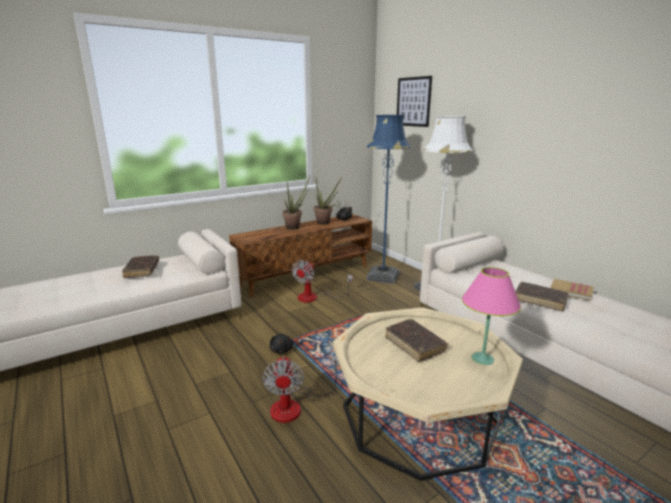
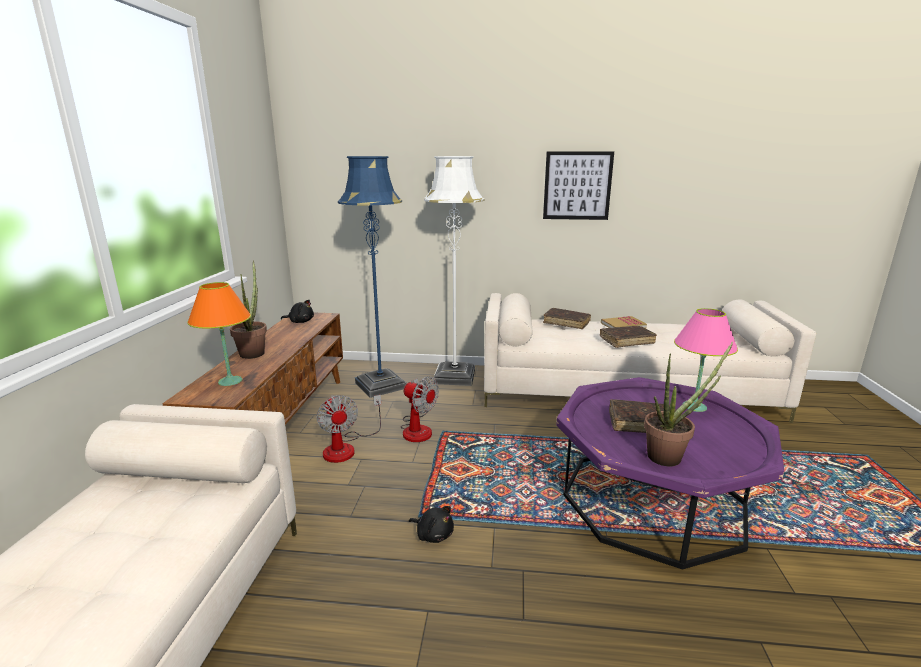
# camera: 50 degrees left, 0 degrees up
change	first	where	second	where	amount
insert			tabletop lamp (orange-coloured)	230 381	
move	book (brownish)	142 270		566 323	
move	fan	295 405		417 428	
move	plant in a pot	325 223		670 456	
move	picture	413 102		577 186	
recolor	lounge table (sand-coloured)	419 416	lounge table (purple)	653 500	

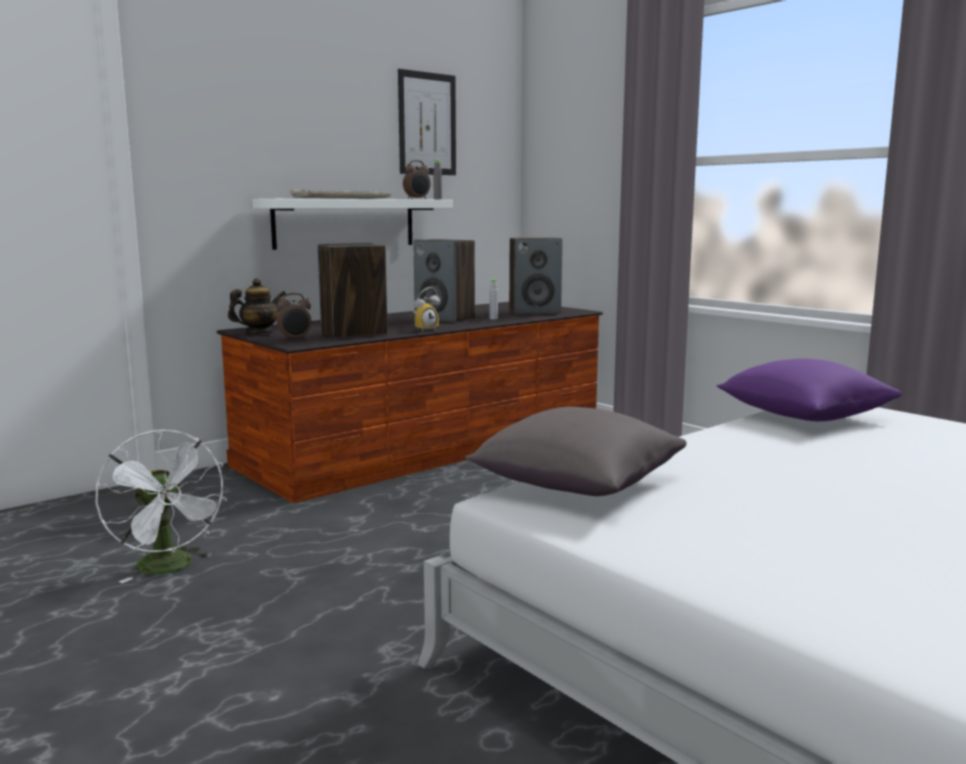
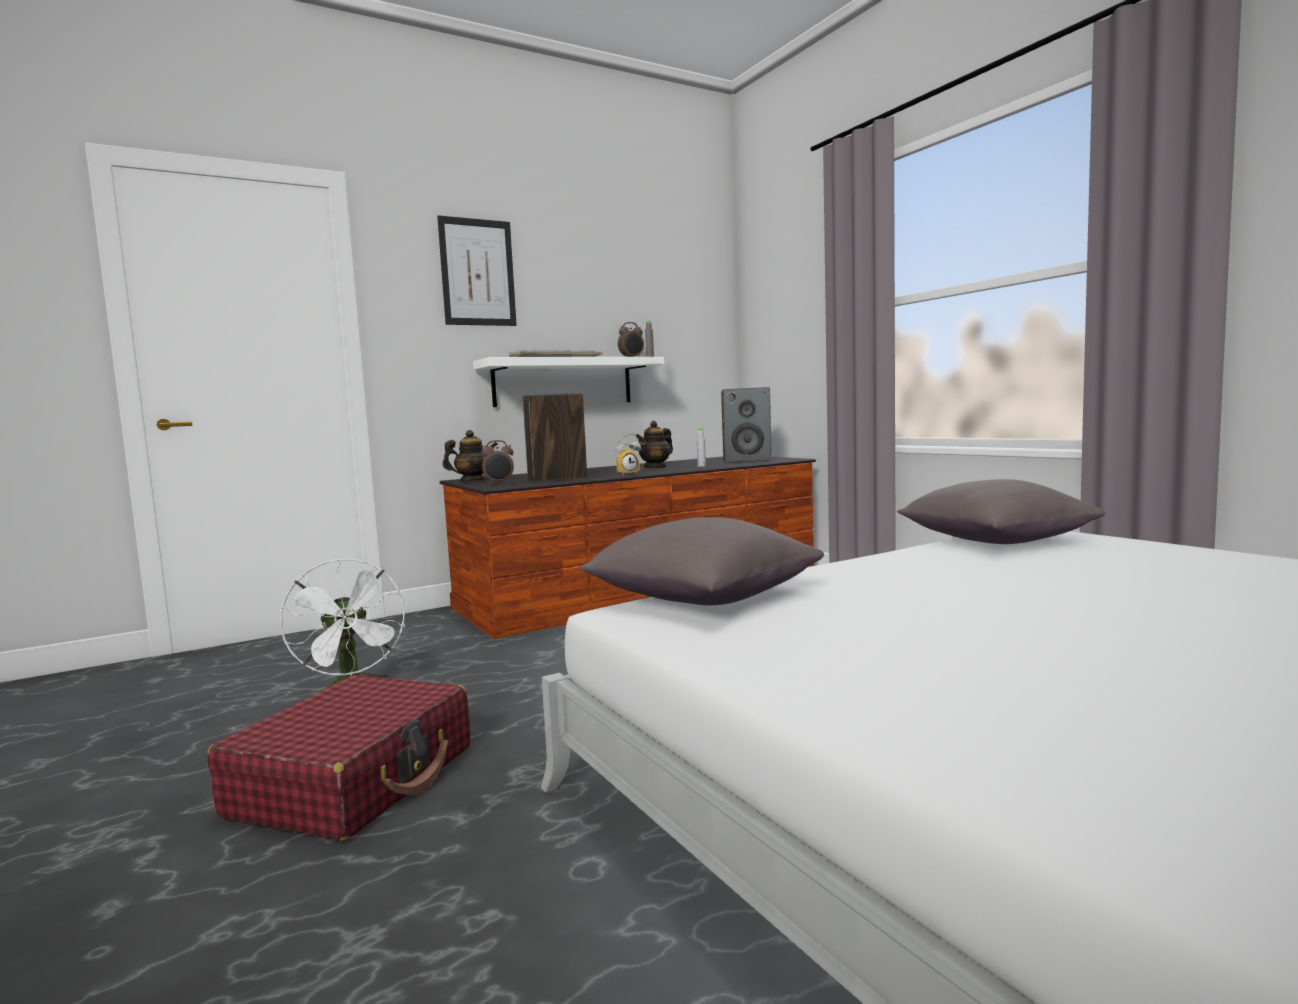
# camera: 10 degrees right, 5 degrees down
change	first	where	second	where	amount
insert			suitcase (red)	356 780	
move	picture	427 124		477 272	
replace	audio speaker	445 318	pot for tea	656 467	
recolor	throw pillow (purple)	804 416	throw pillow (greyish)	994 541	

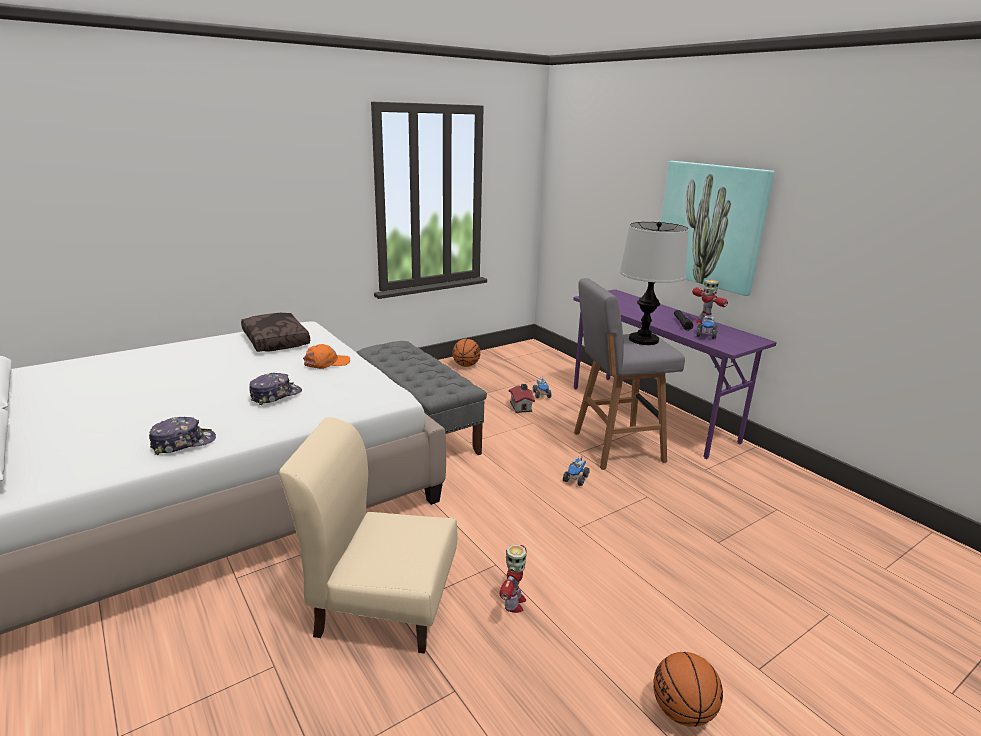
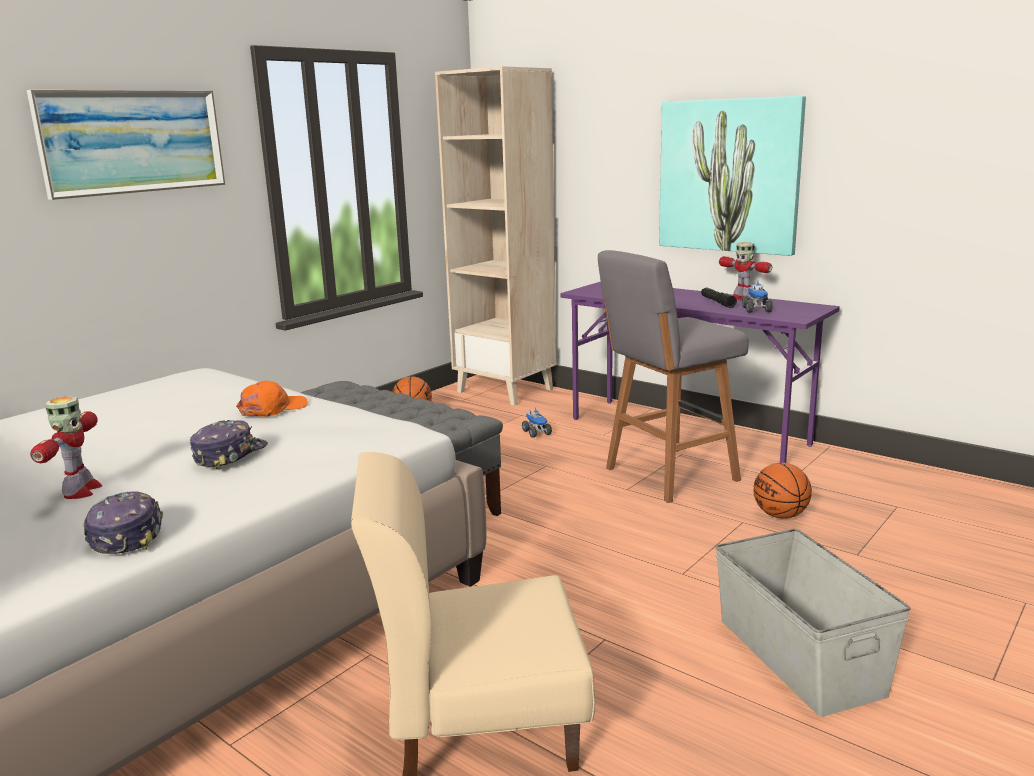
# camera: 15 degrees left, 5 degrees down
change	first	where	second	where	amount
delete	throw pillow (brownish)	277 341			
delete	model house	521 406			
delete	toy truck	576 479			
delete	tabletop lamp	644 340			
insert			picture	133 141	
insert			shelving unit (sand-coloured)	506 390	
insert			storage box (greyish)	799 655	
move	robot figure	514 603		81 491	
move	basketball	682 711		780 515	
rotate	baseball cap	183 443		126 535	60 degrees counterclockwise

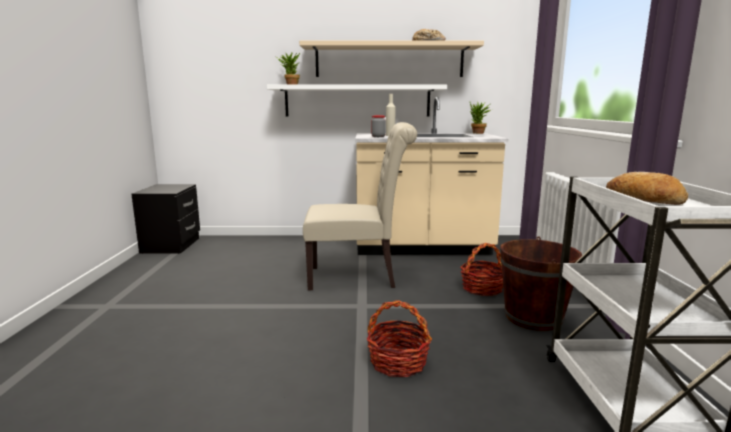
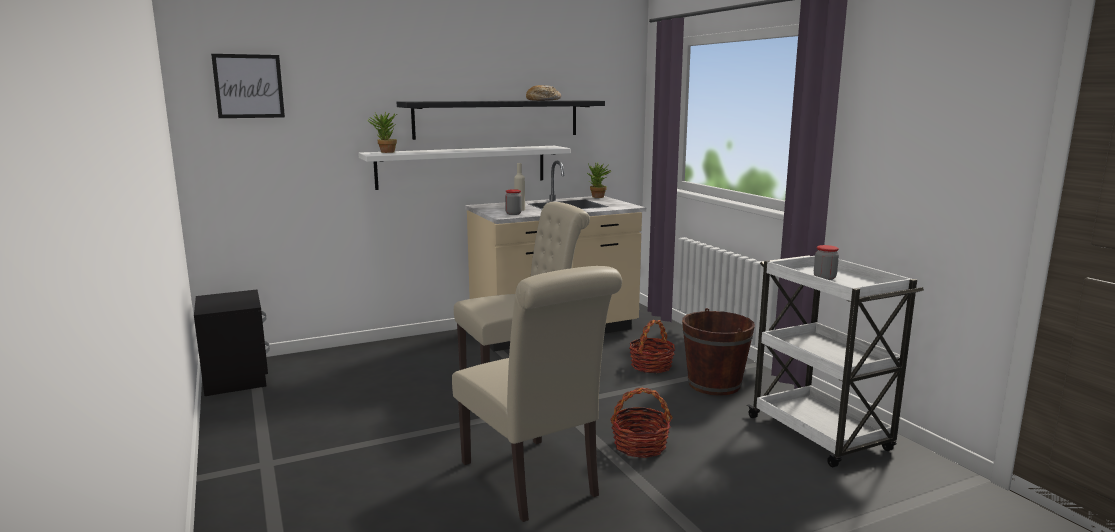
# camera: 25 degrees left, 0 degrees up
change	first	where	second	where	amount
insert			picture	249 86	
insert			plain chair (sand-coloured)	534 482	
replace	bakery bread	644 200	storage jar	824 278	
recolor	bracket shelf (sand-coloured)	389 61	bracket shelf (black)	497 119	

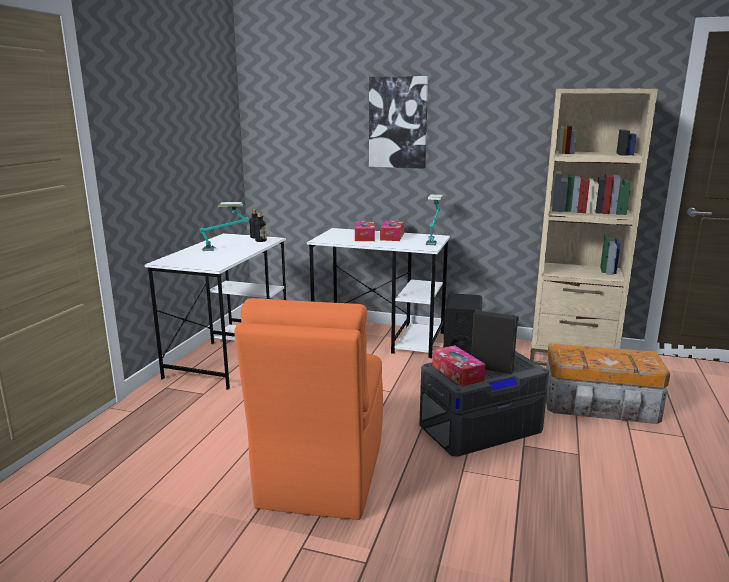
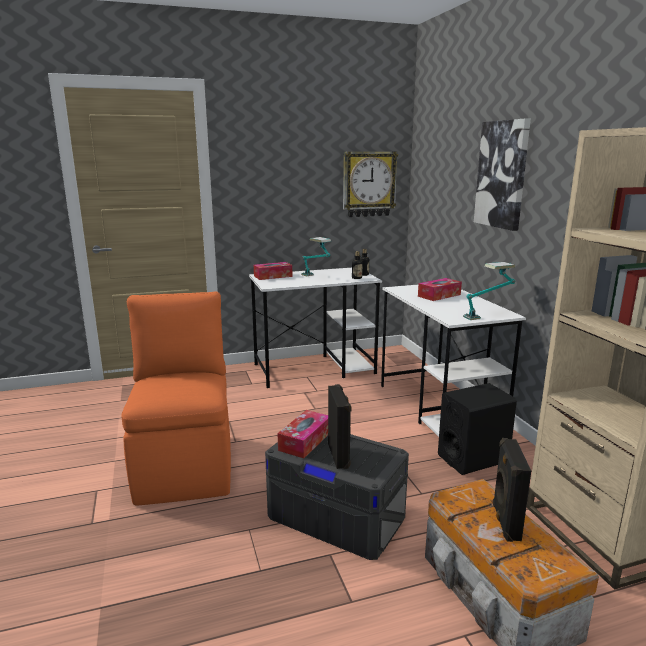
# camera: 55 degrees right, 0 degrees up
change	first	where	second	where	amount
insert			wall clock	368 184	
insert			audio speaker (black)	505 522	
move	tissue holder	392 236		273 276	
rotate	plain chair (orange-coloured)	320 475		186 465	105 degrees clockwise

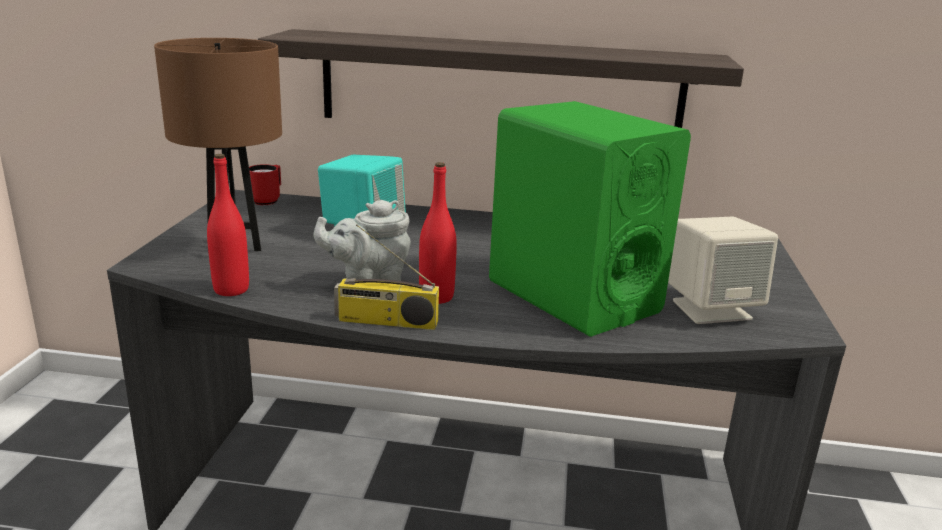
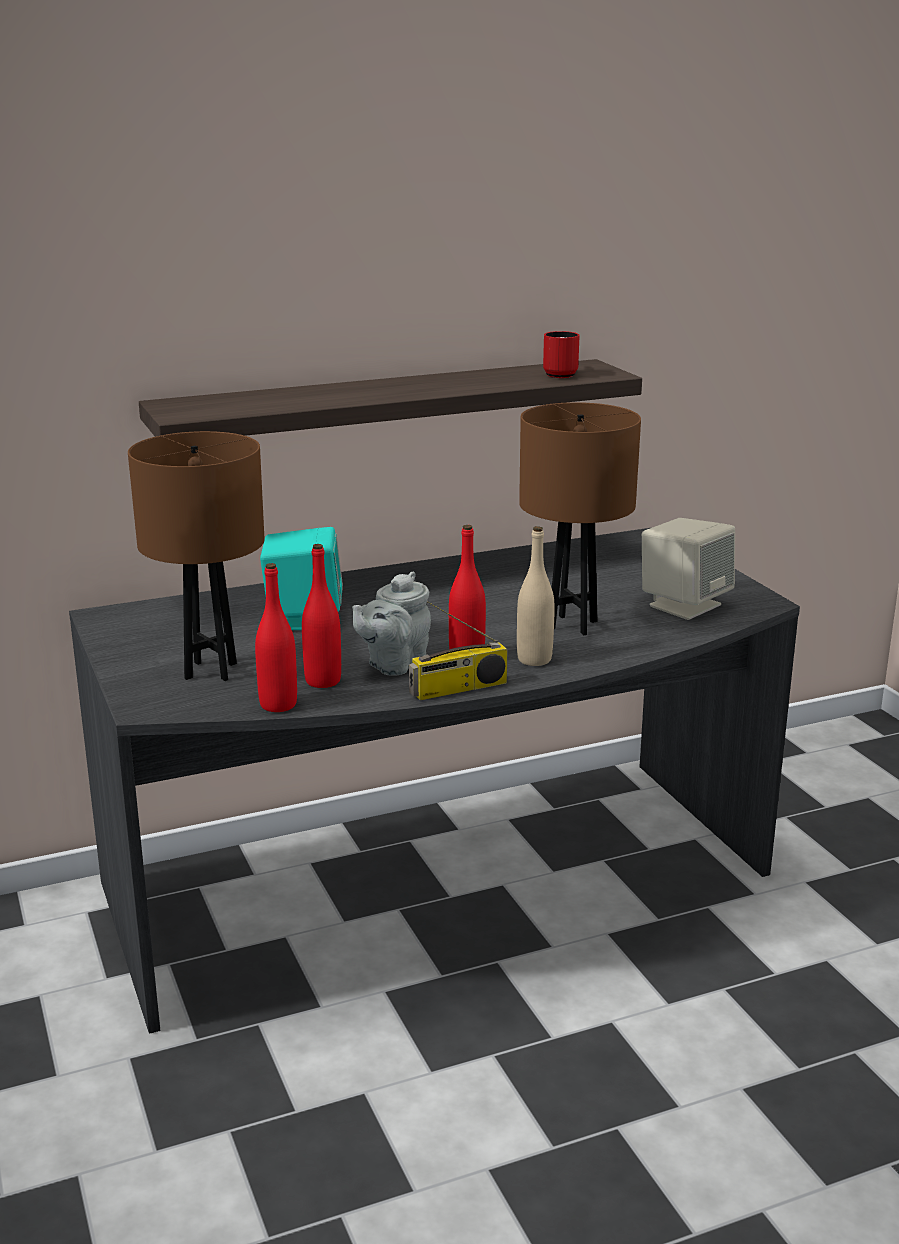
# camera: 30 degrees left, 0 degrees up
change	first	where	second	where	amount
insert			beverage bottle (red)	323 681	
insert			beverage bottle (sand-coloured)	534 659	
move	tea mug (red)	268 200		558 373	
replace	audio speaker (greenish)	572 296	tabletop lamp (brownish)	572 625	

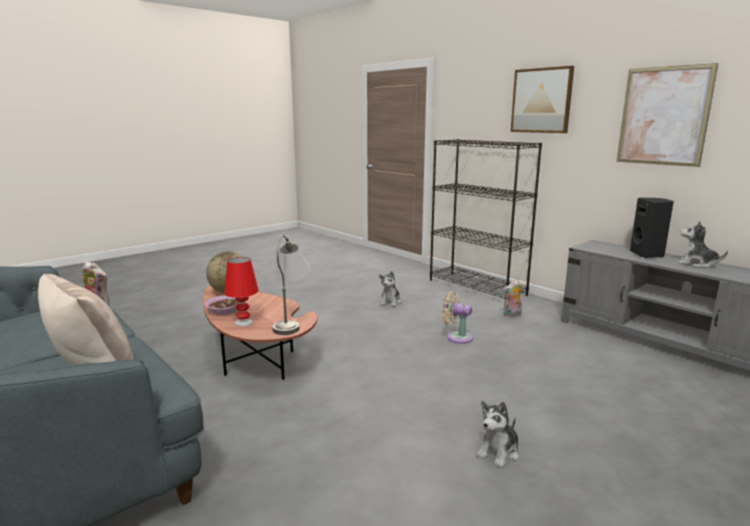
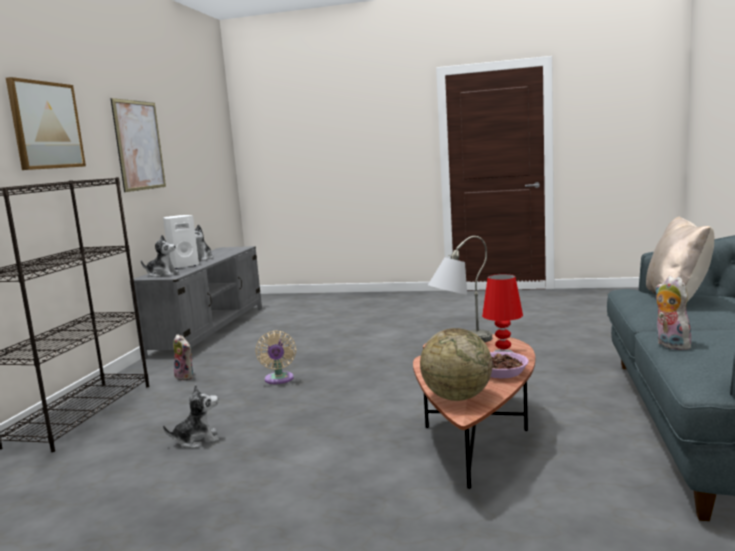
# camera: 125 degrees left, 5 degrees down
change	first	where	second	where	amount
move	soft toy	499 452		162 274	
recolor	audio speaker (black)	648 255	audio speaker (white-coloured)	183 266	

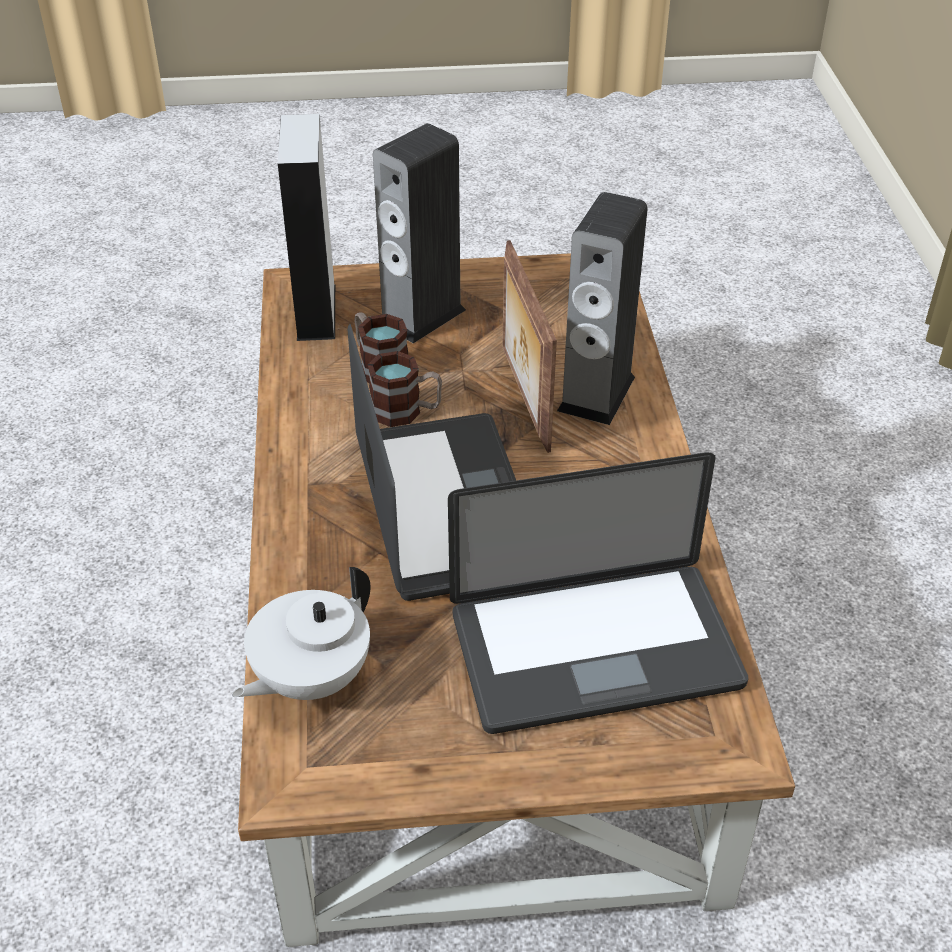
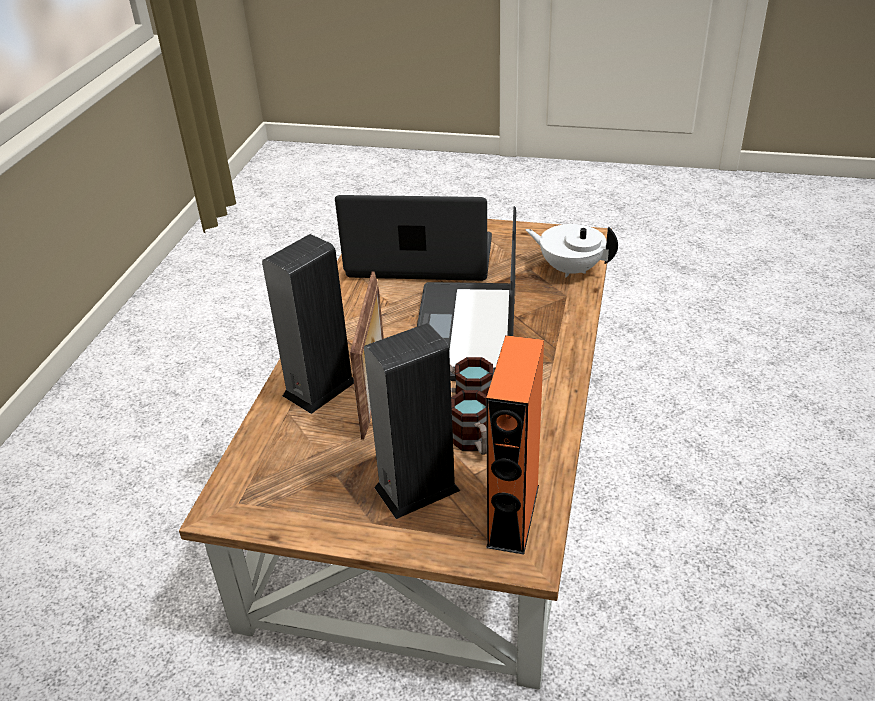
# camera: 160 degrees left, 5 degrees down
change	first	where	second	where	amount
recolor	audio speaker (greyish)	316 311	audio speaker (orange-coloured)	513 515	
rotate	pot for tea (white-coloured)	310 678		570 269	120 degrees counterclockwise

